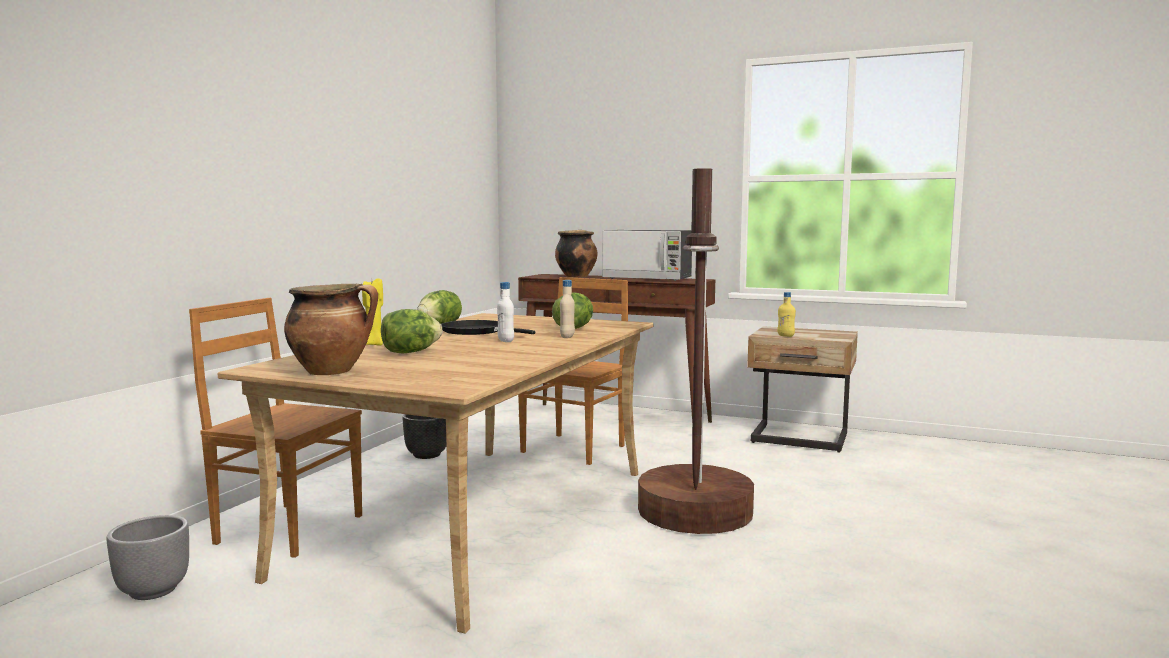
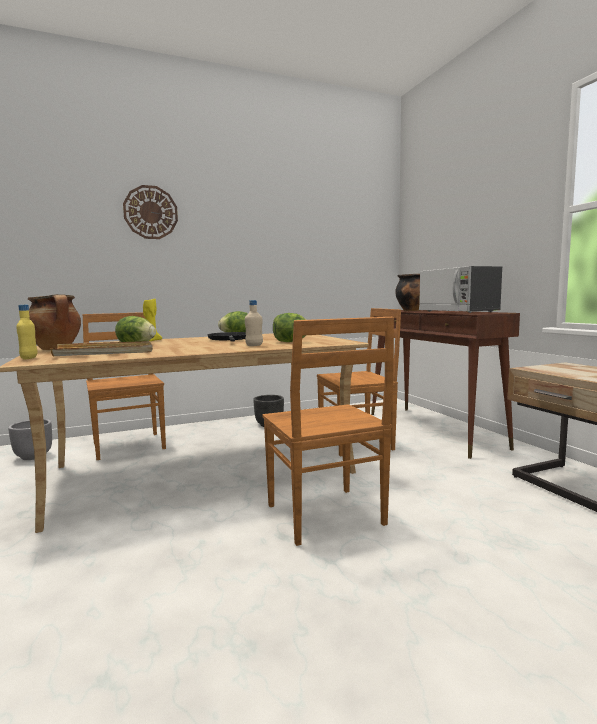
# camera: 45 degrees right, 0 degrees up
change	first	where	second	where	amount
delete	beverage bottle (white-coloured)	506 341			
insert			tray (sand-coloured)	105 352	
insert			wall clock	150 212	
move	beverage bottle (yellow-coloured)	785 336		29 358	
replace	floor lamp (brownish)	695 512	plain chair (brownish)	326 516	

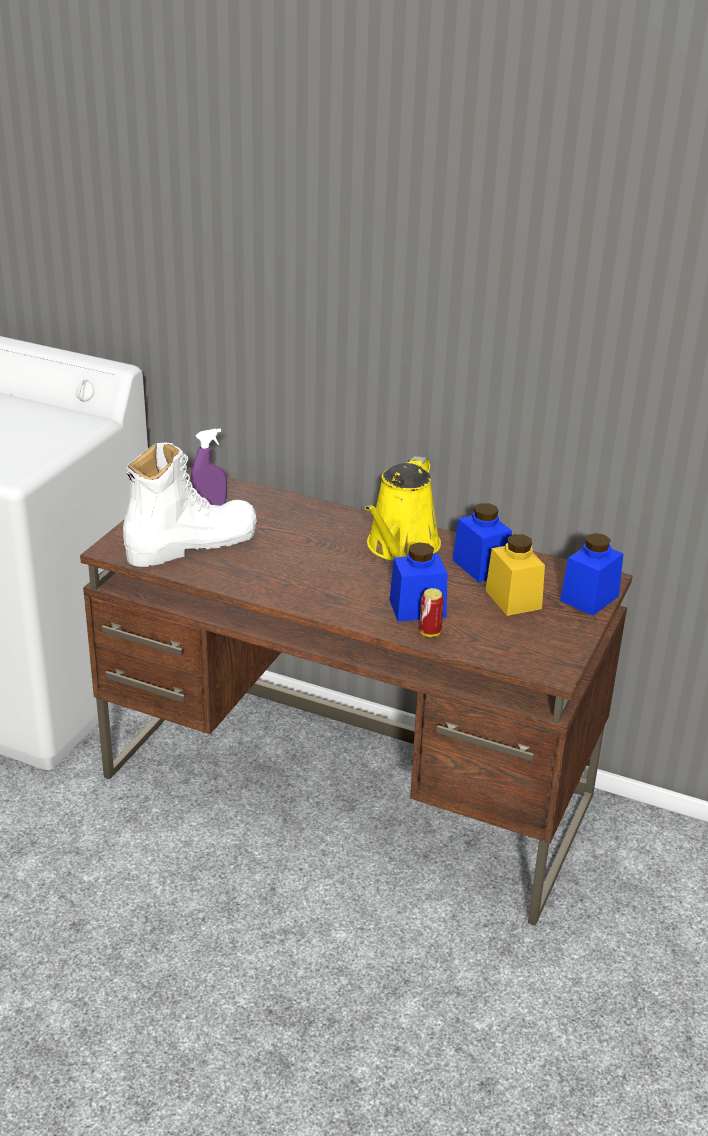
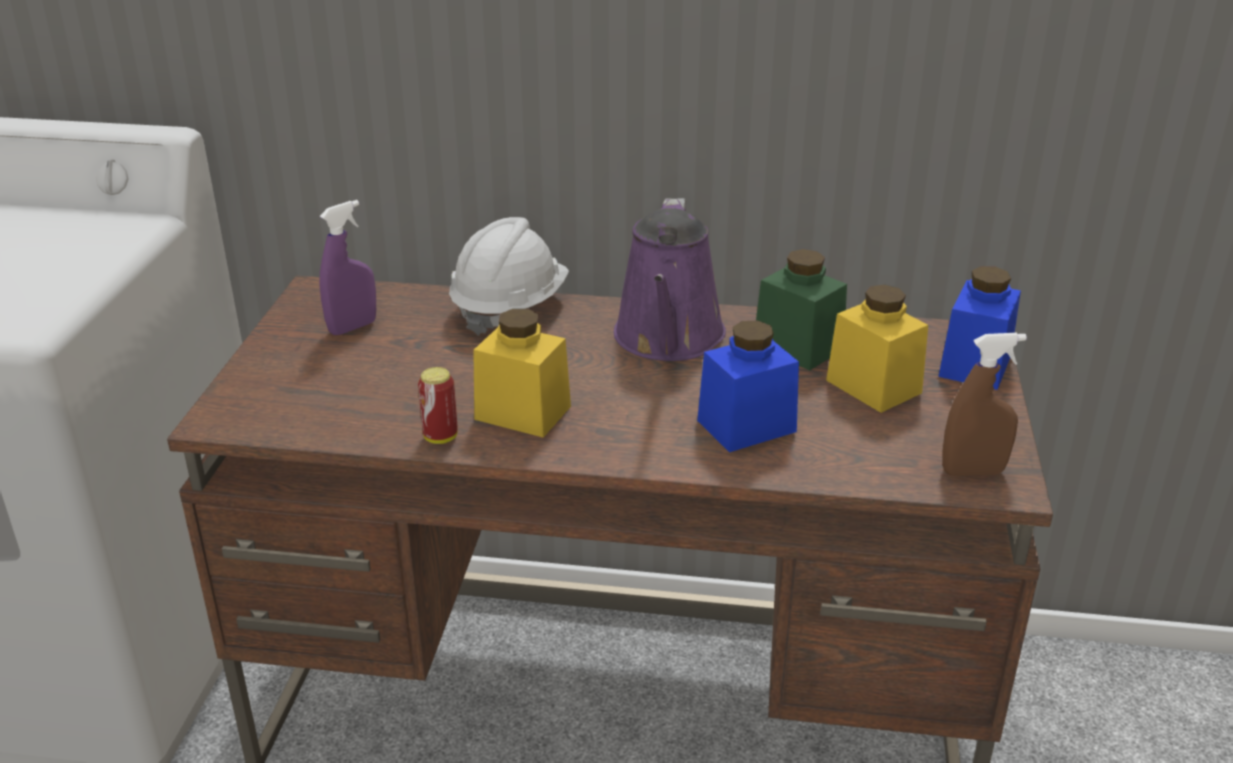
# camera: 15 degrees left, 0 degrees up
change	first	where	second	where	amount
delete	tall boot (white-coloured)	191 544			
insert			safety helmet (white-coloured)	509 308	
insert			storage jar (yellow-coloured)	523 413	
insert			sprayer (brownish)	973 472	
move	metal can	430 633		440 437	
recolor	sprinkling can (yellow-coloured)	400 547	sprinkling can (purple)	668 339	
recolor	storage jar (blue)	480 566	storage jar (greenish)	798 347	

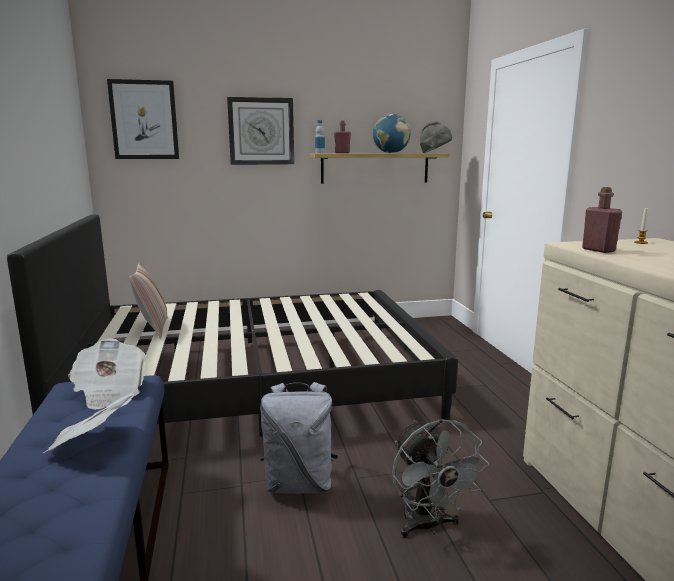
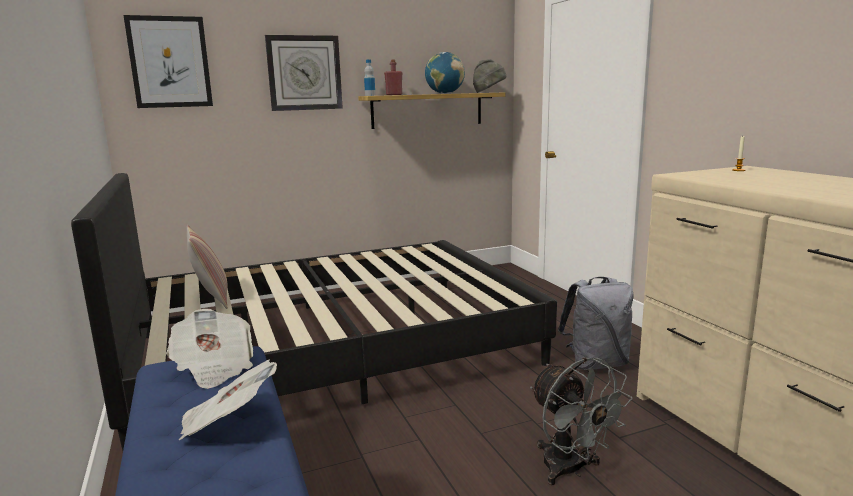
# camera: 10 degrees left, 0 degrees up
change	first	where	second	where	amount
delete	beverage bottle (red)	598 250			
move	backpack (greyish)	299 483		596 363	

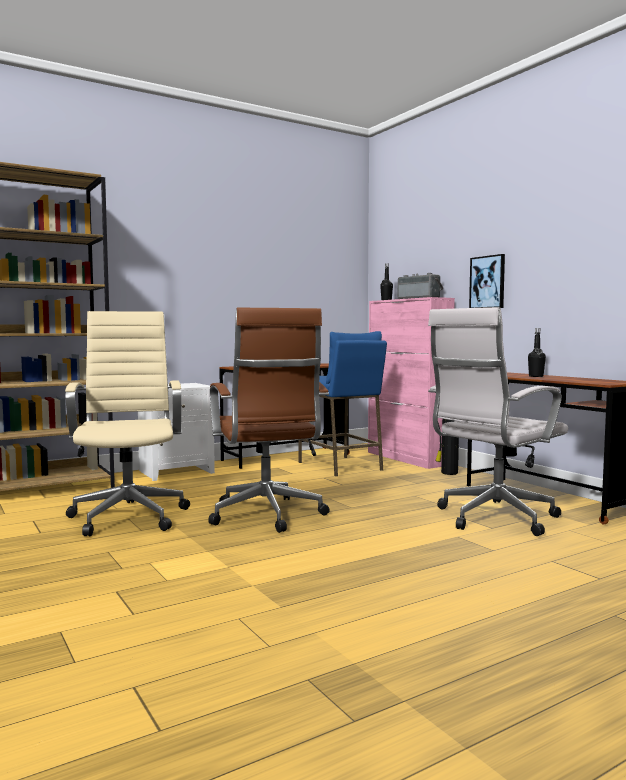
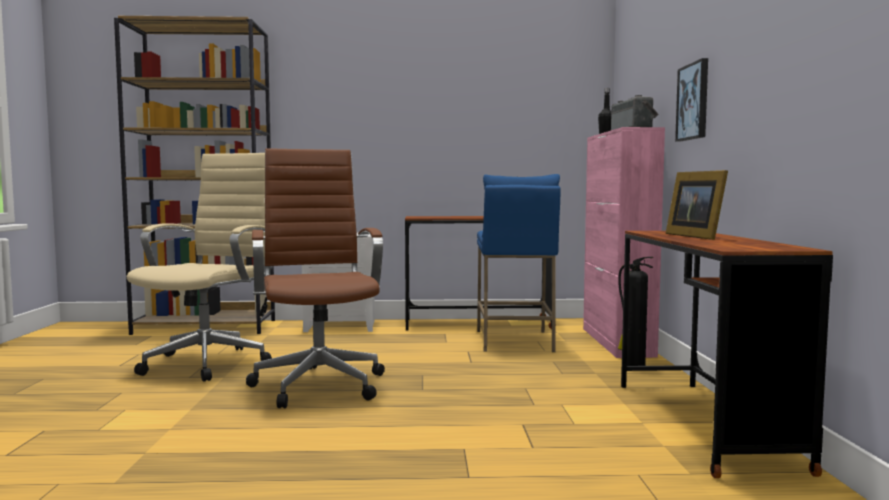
# camera: 30 degrees right, 0 degrees up
change	first	where	second	where	amount
delete	computer chair (white-coloured)	492 519			
replace	beverage bottle (black)	536 376	standing frame	696 236	
rotate	computer chair (brownish)	267 516		319 384	150 degrees clockwise

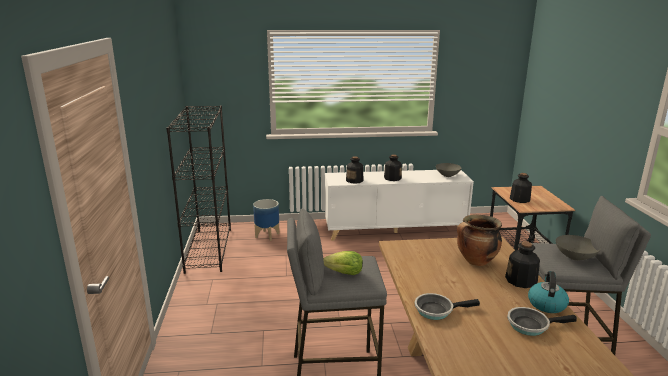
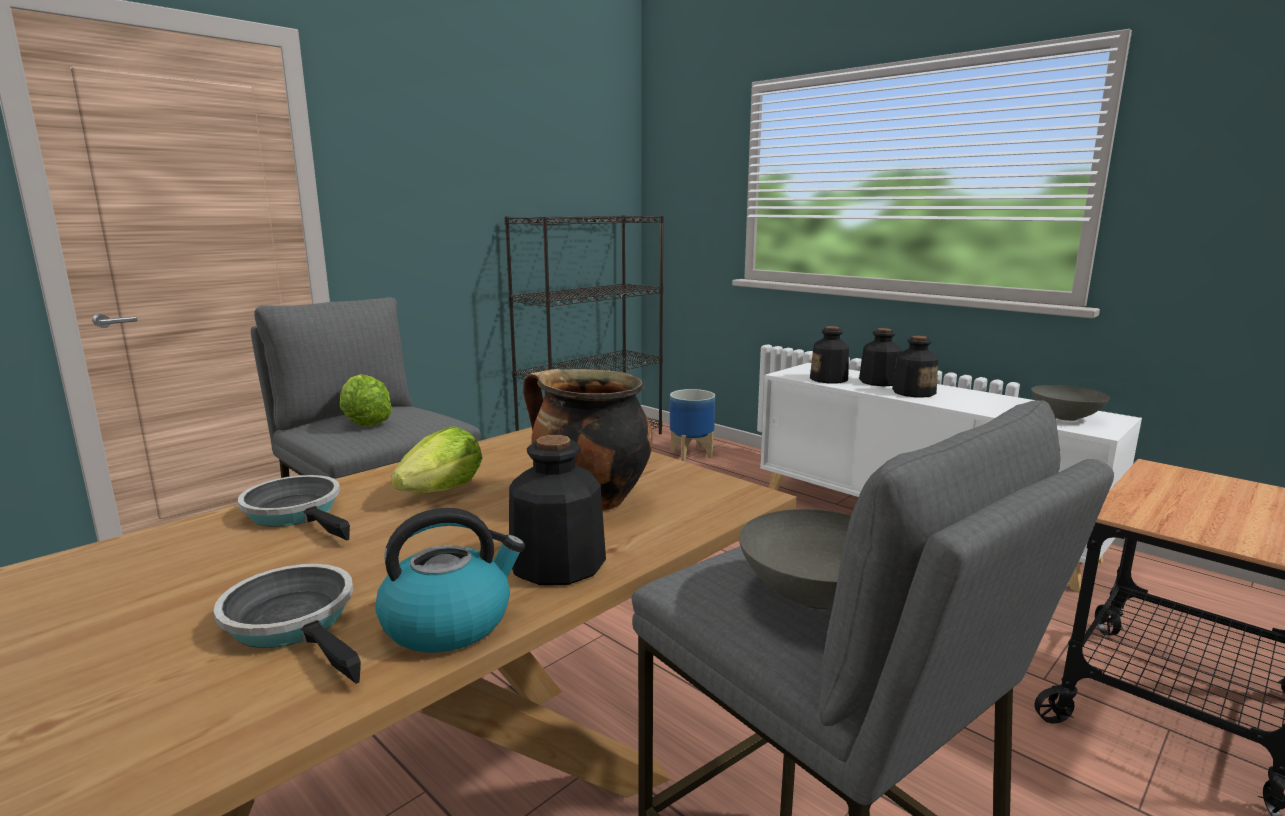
# camera: 50 degrees right, 5 degrees down
change	first	where	second	where	amount
insert			head of lettuce	442 491	
move	beverage bottle	519 199		878 382	

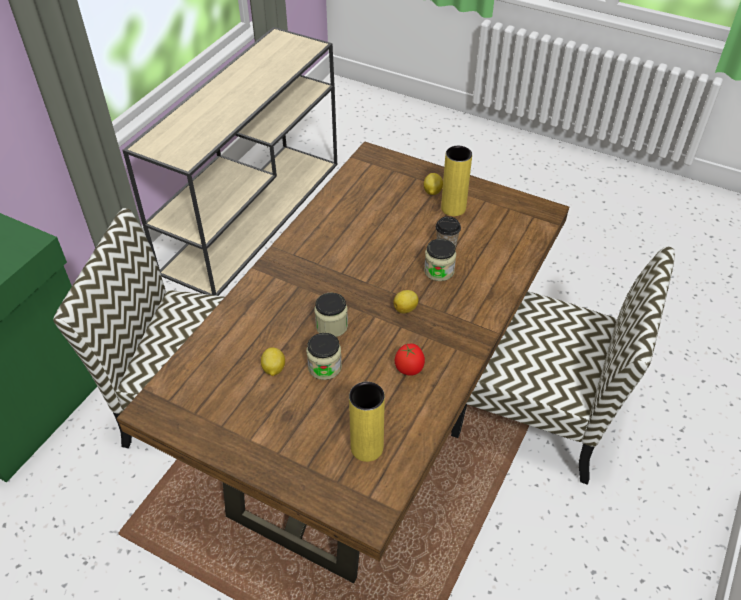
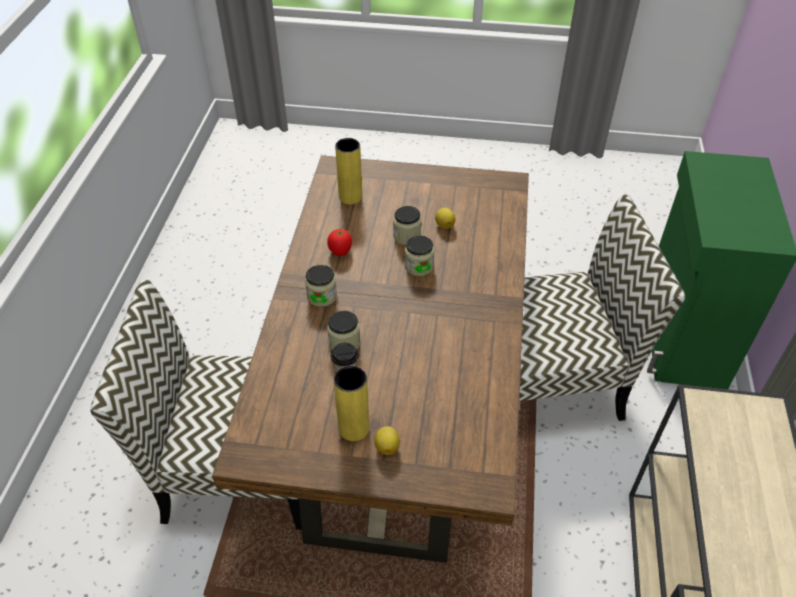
# camera: 160 degrees right, 0 degrees up
change	first	where	second	where	amount
delete	lemon	406 309			
insert			storage jar	322 296	

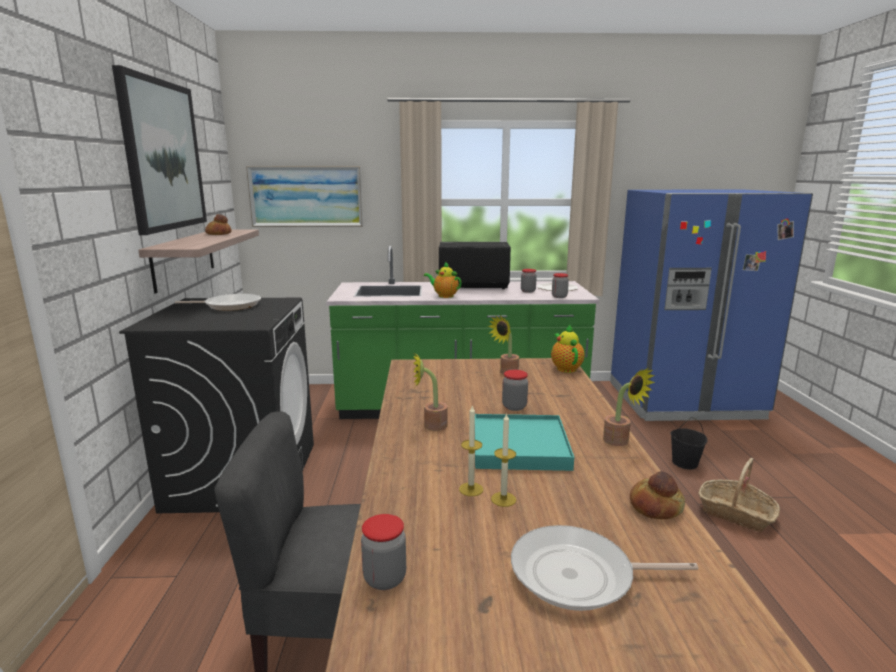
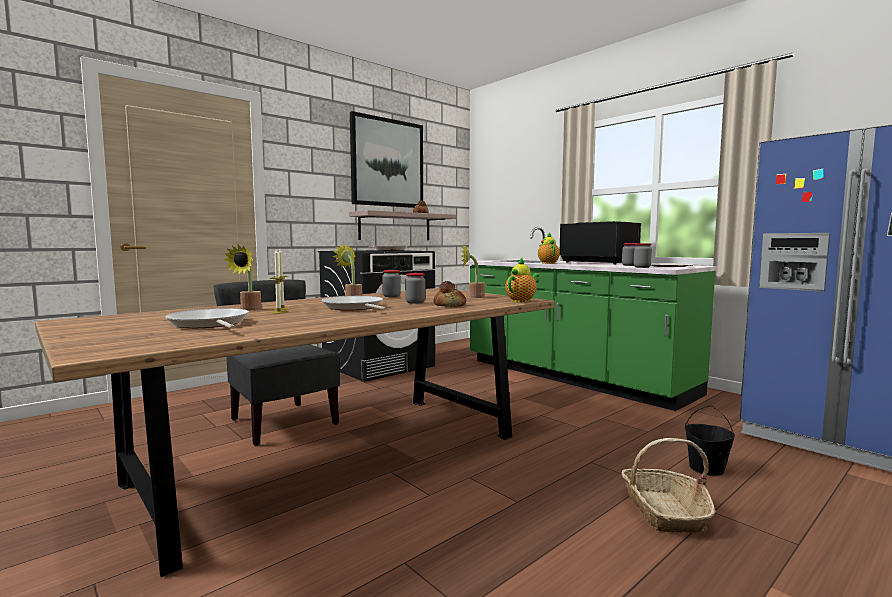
# camera: 50 degrees right, 10 degrees down
change	first	where	second	where	amount
delete	picture	306 196			
move	storage jar	385 578		391 296	
move	plant in a pot	620 442		248 309	
move	bakery bread	655 506		450 305	
replace	tray (turquoise)	520 446	skillet	354 308	

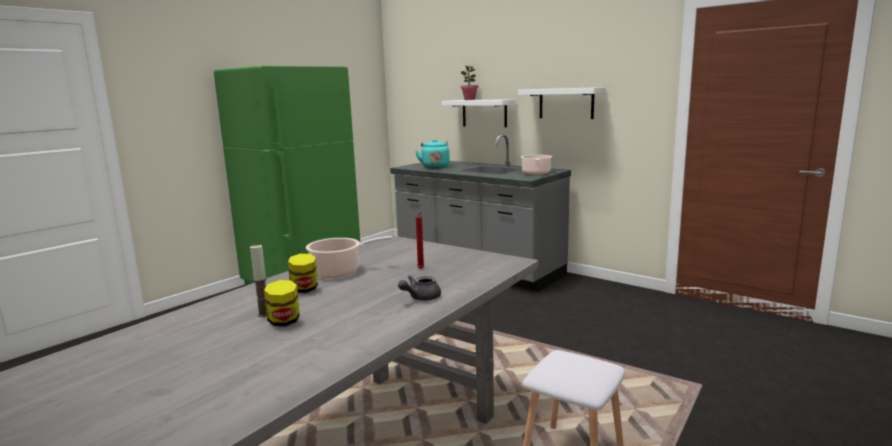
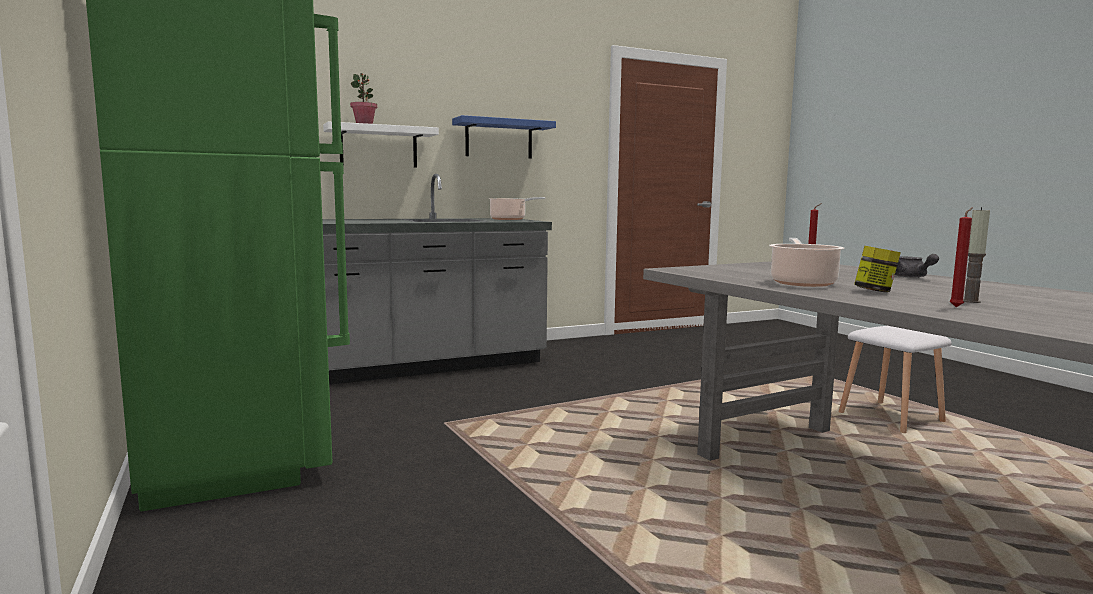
# camera: 65 degrees left, 5 degrees down
change	first	where	second	where	amount
delete	storage jar	284 322			
delete	tea kettle (turquoise)	435 166			
insert			candle (red)	957 307	
recolor	bracket shelf (white-coloured)	566 103	bracket shelf (blue)	499 139	

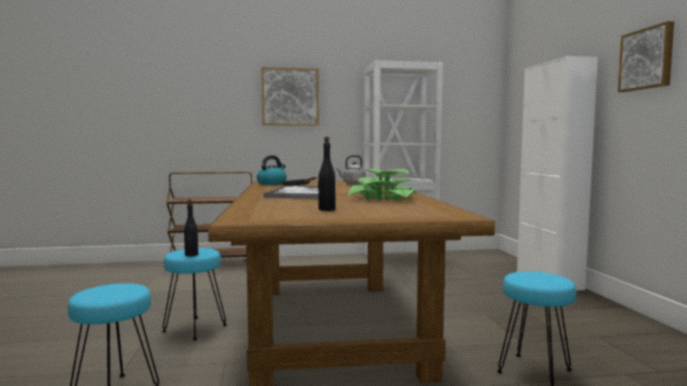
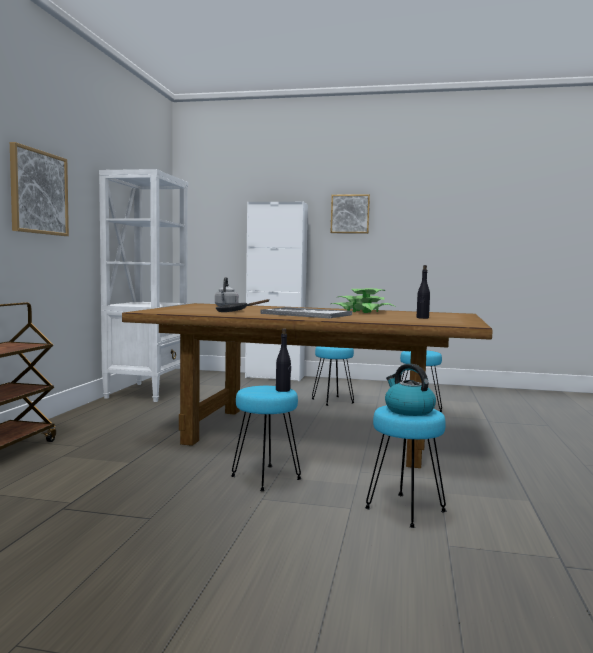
# camera: 70 degrees left, 0 degrees up
change	first	where	second	where	amount
insert			stool (turquoise)	333 401	
move	tea kettle	272 184		408 410	

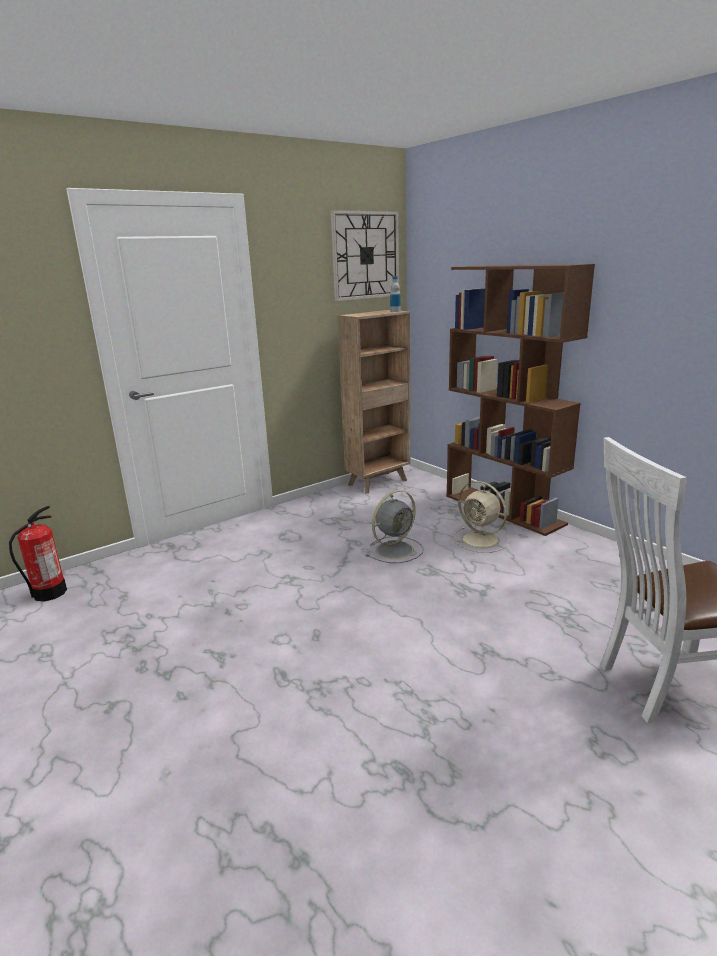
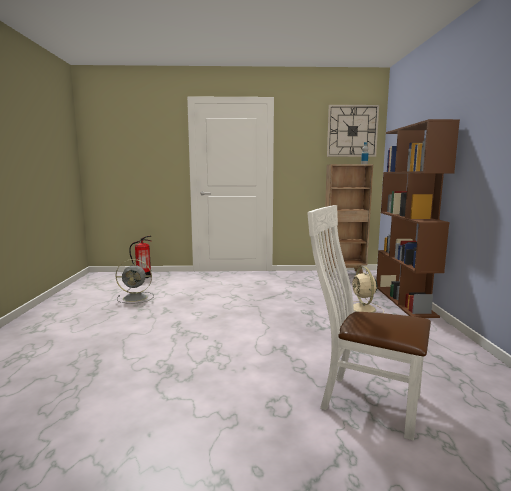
# camera: 35 degrees right, 10 degrees down
change	first	where	second	where	amount
move	fan (greyish)	396 549		136 298	

